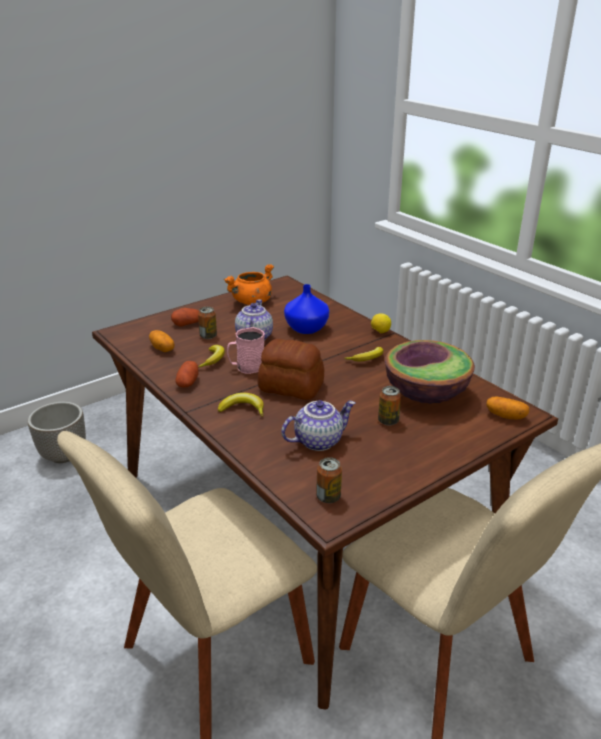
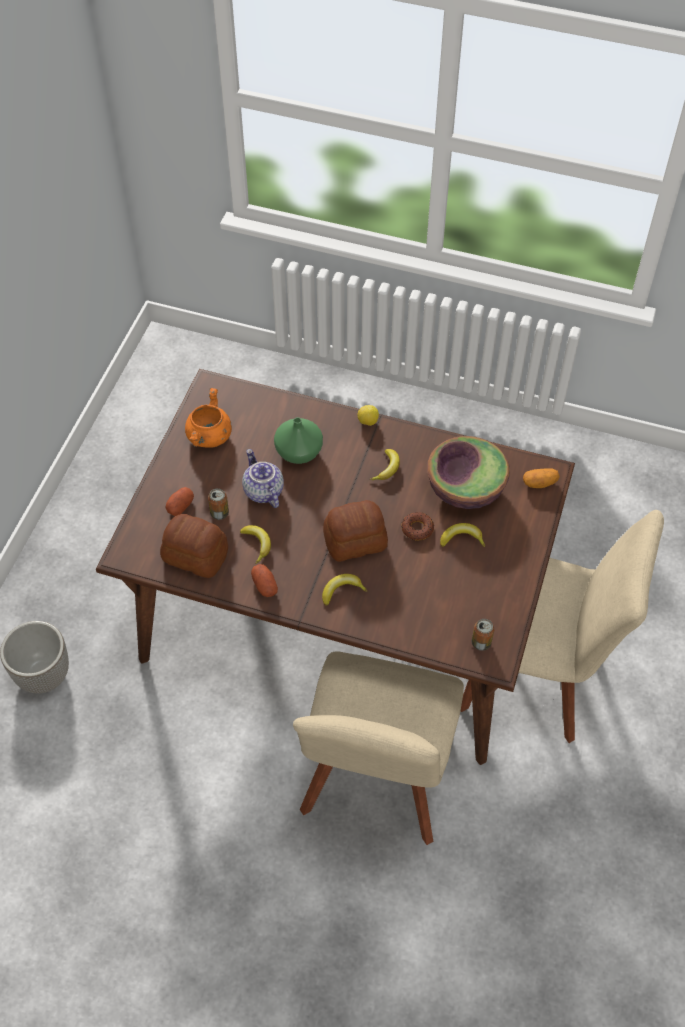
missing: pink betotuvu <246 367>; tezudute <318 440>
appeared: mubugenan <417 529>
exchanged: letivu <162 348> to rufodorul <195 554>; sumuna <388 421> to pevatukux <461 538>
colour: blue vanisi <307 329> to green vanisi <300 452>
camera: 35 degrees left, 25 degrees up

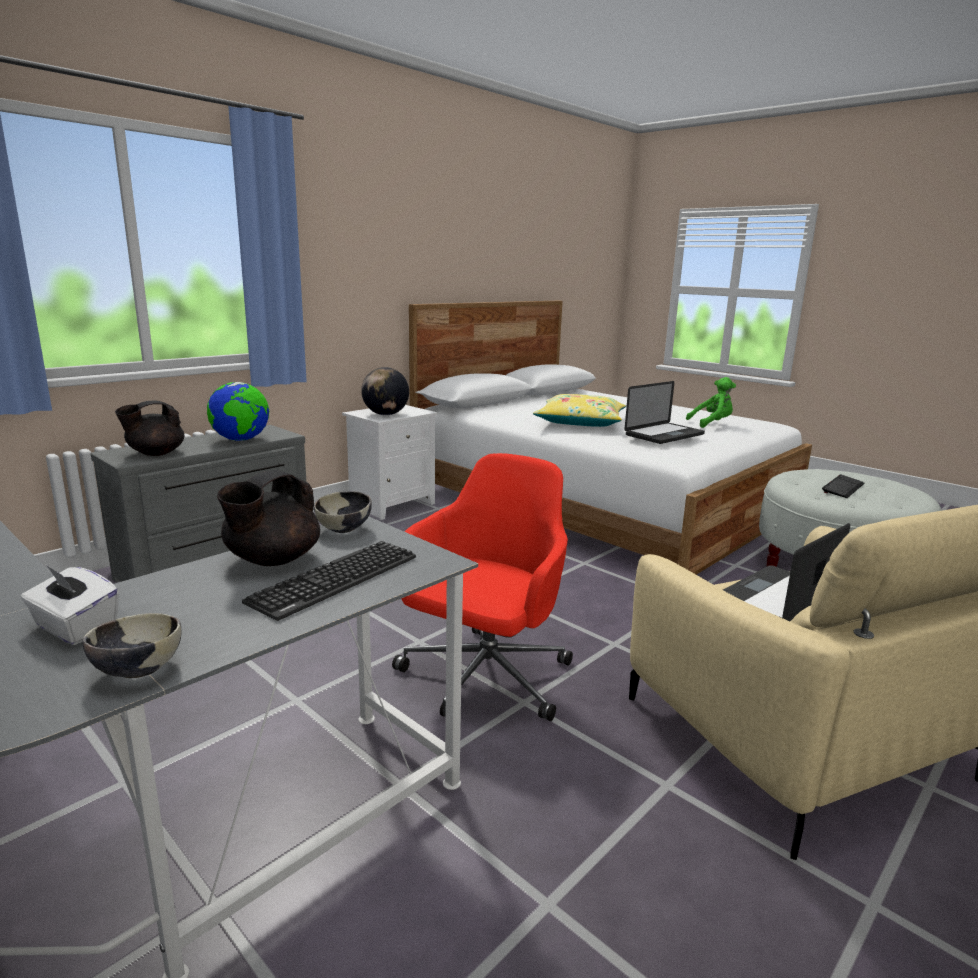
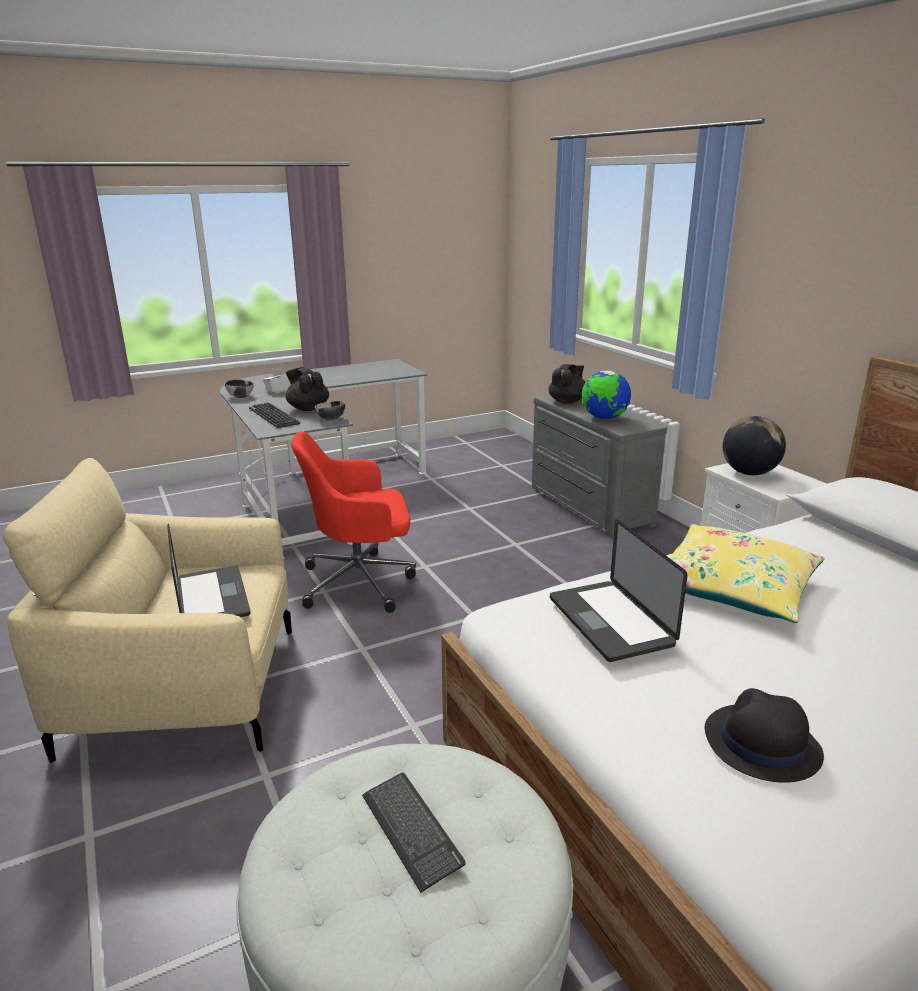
exchanged: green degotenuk <712 424> to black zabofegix <761 744>
spun: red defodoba <484 678> = <361 582> 120 degrees clockwise; black tezudute <155 453> = <567 401> 60 degrees clockwise
camera: 110 degrees right, 5 degrees up

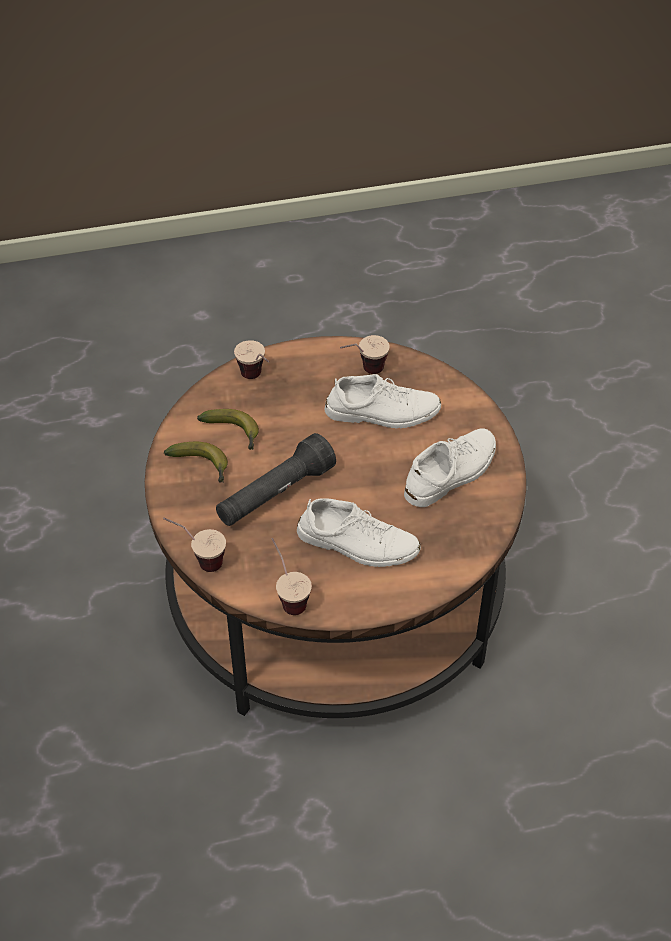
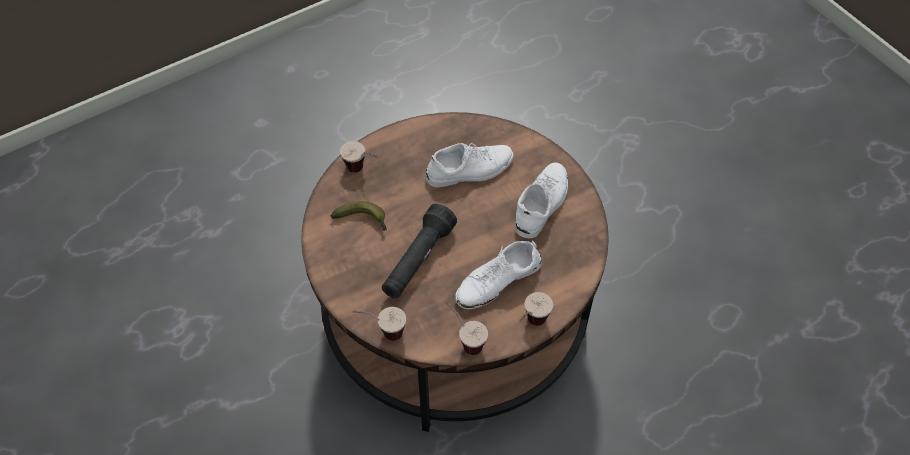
missing: pevatukux <202 466>
relocated: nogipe <363 372> to <530 326>
spun: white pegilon <357 543> = <498 281> 150 degrees clockwise
camera: 20 degrees left, 5 degrees up

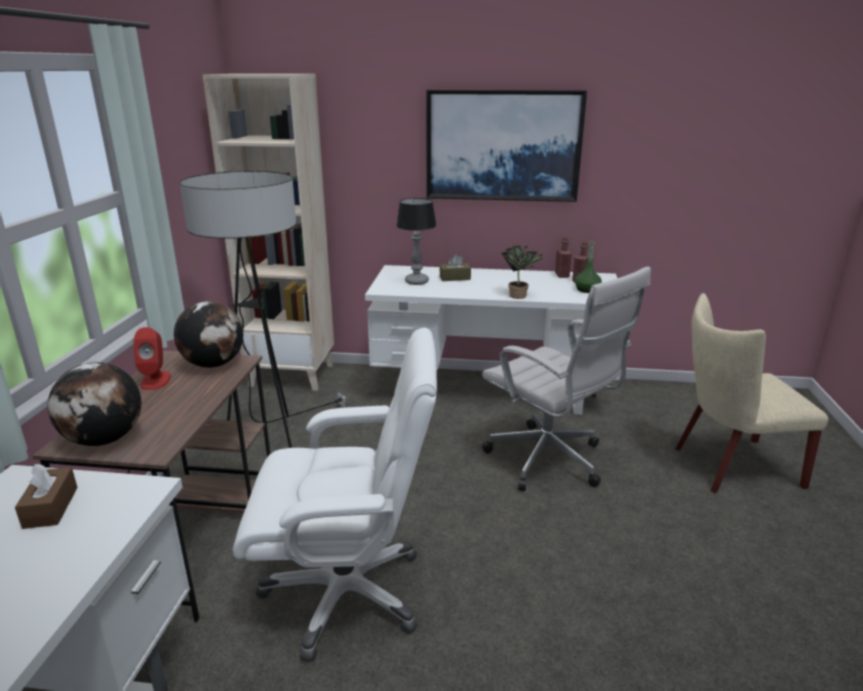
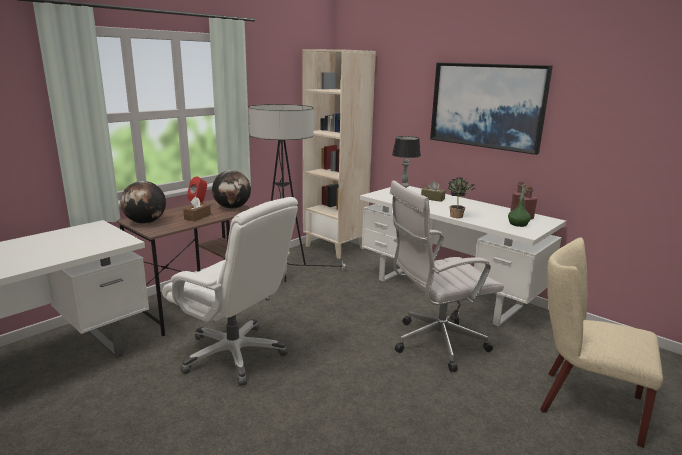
relocated: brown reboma <51 507> to <197 217>
spun: white defodoba <550 462> = <434 344> 75 degrees clockwise
camera: 35 degrees right, 5 degrees down

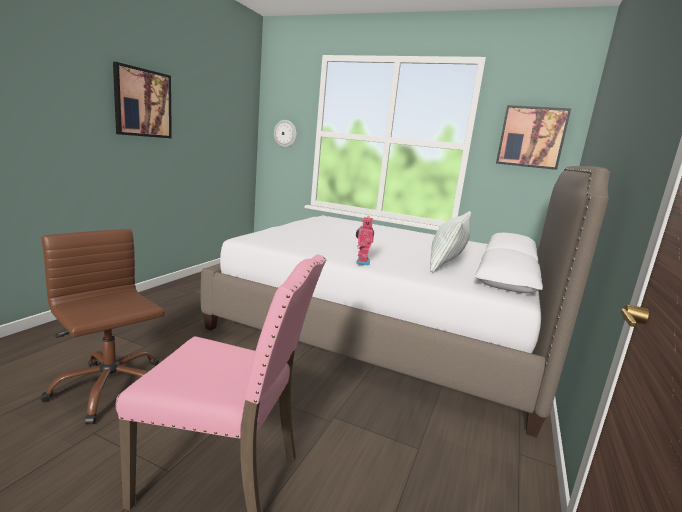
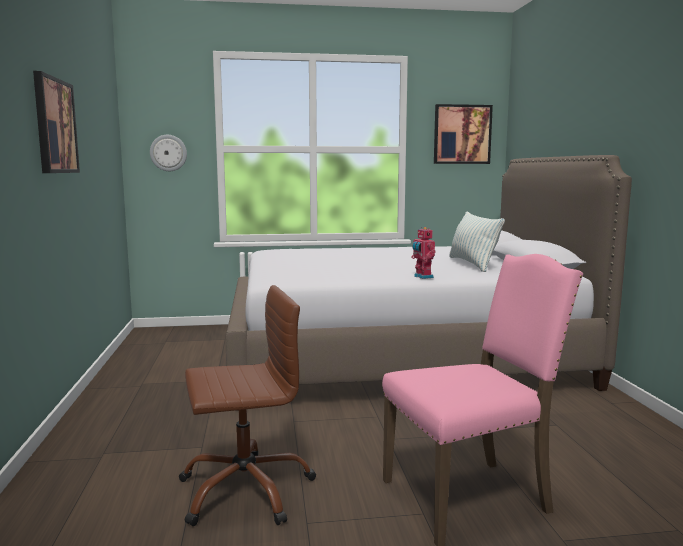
spun: brown defodoba <110 388> = <245 489> 150 degrees clockwise
camera: 30 degrees left, 5 degrees down

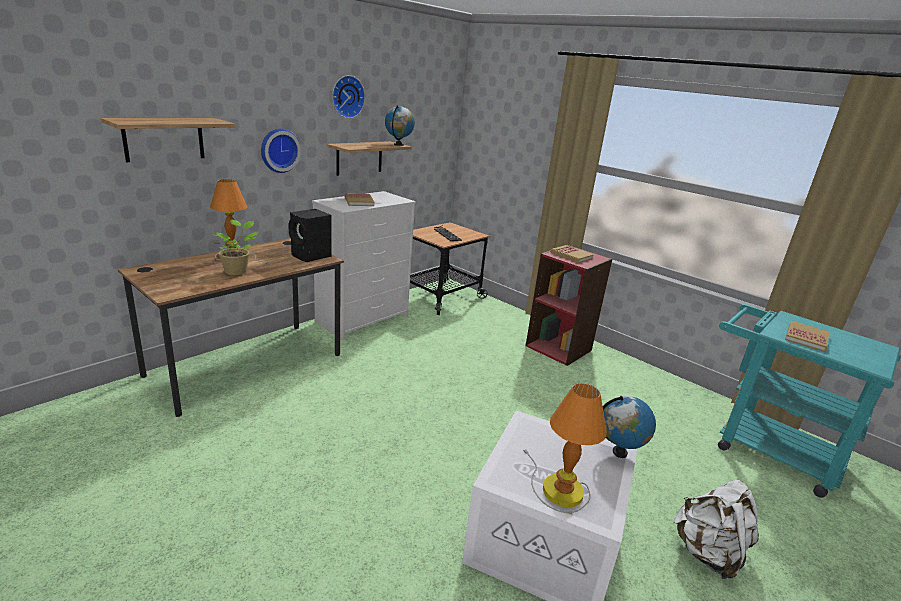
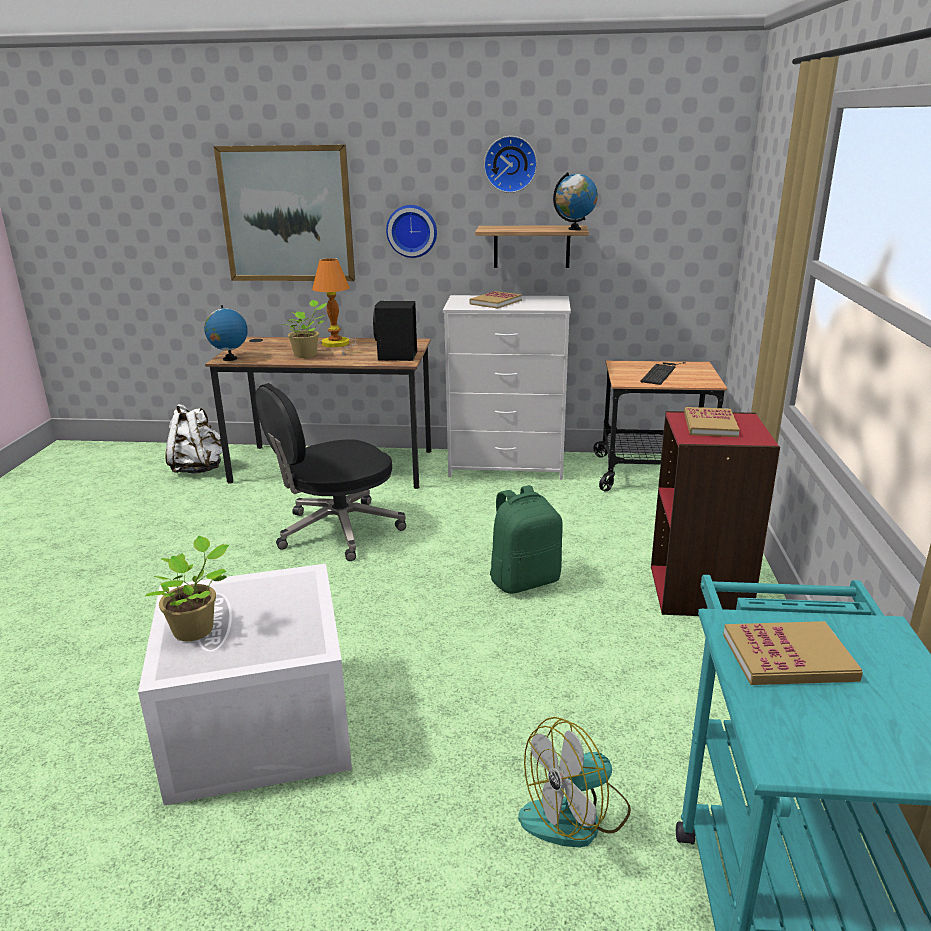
appeared: black defodoba <337 531>; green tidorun <524 580>; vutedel <576 815>
relocated: white tidorun <708 553> to <198 469>; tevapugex <619 452> to <230 359>
exchanged: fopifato <557 489> to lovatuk <197 629>; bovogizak <164 139> to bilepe <287 214>
camera: 55 degrees right, 0 degrees up

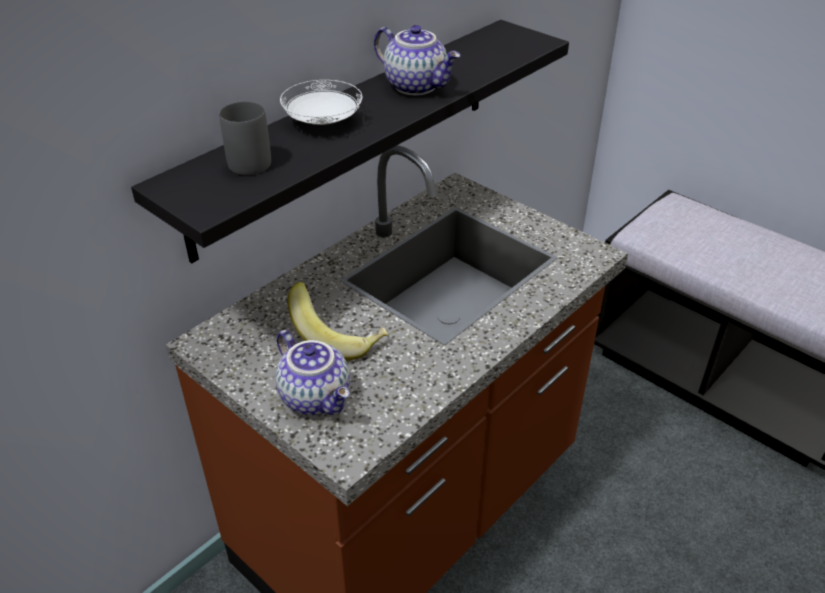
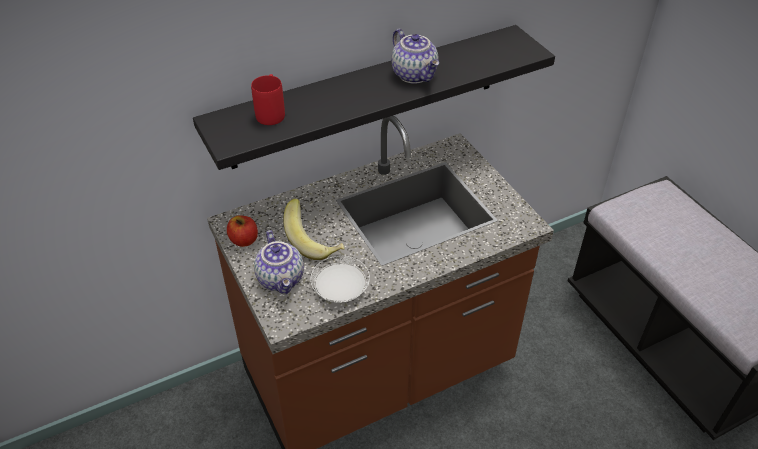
appeared: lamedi <244 240>
relocated: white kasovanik <323 122> to <341 290>
colour: grey betotuvu <248 159> to red betotuvu <271 112>
camera: 20 degrees right, 5 degrees up

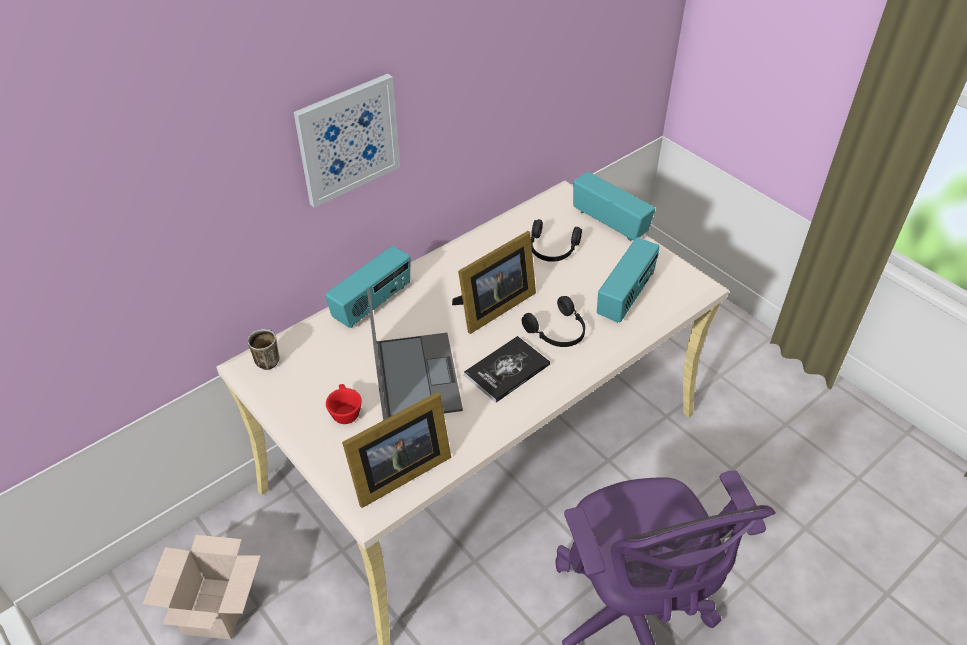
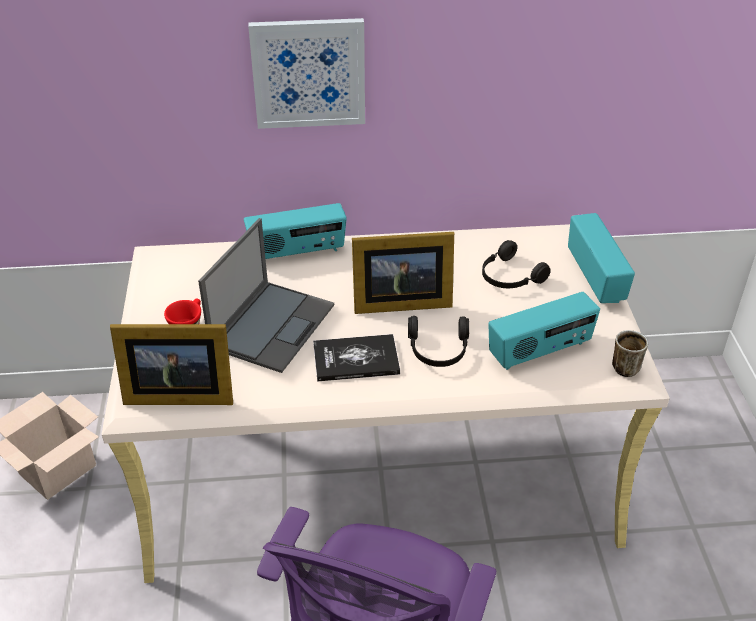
relocated: betotuvu <268 359> to <626 366>
camera: 35 degrees right, 5 degrees down

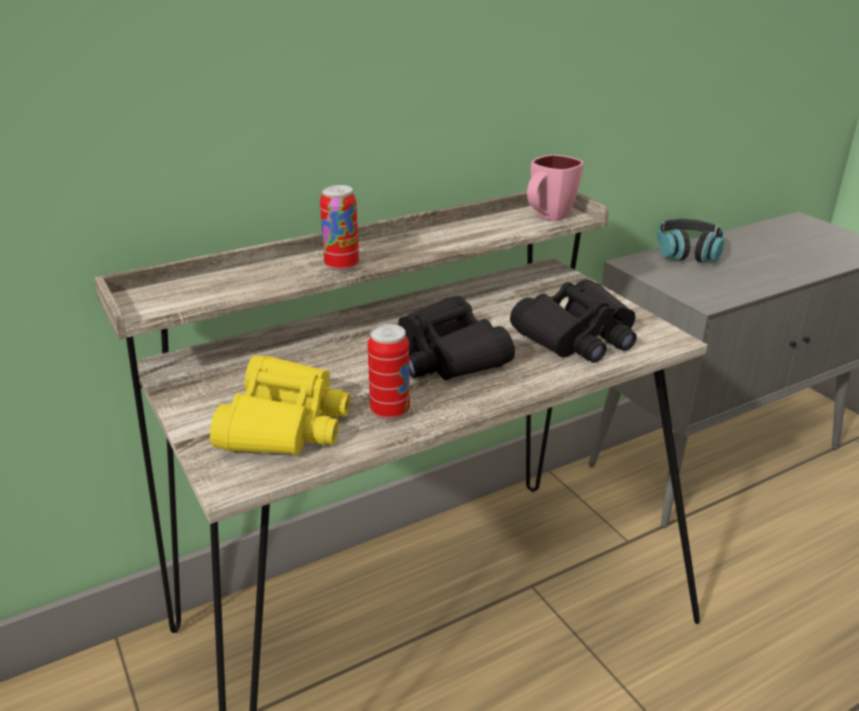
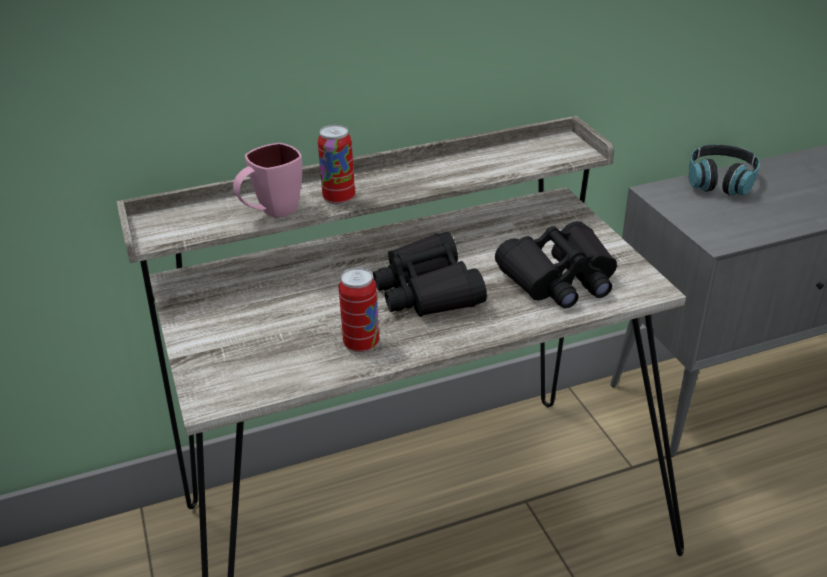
missing: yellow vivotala <285 424>
relocated: pink betotuvu <547 218> to <271 213>
camera: 10 degrees right, 5 degrees up

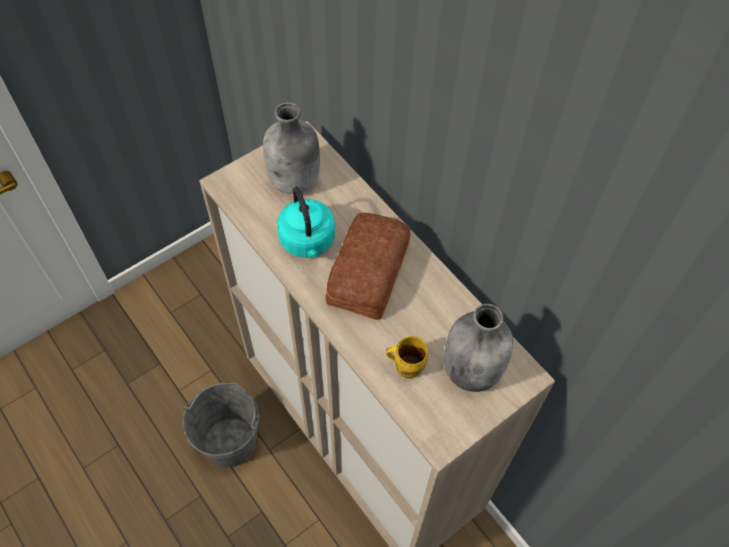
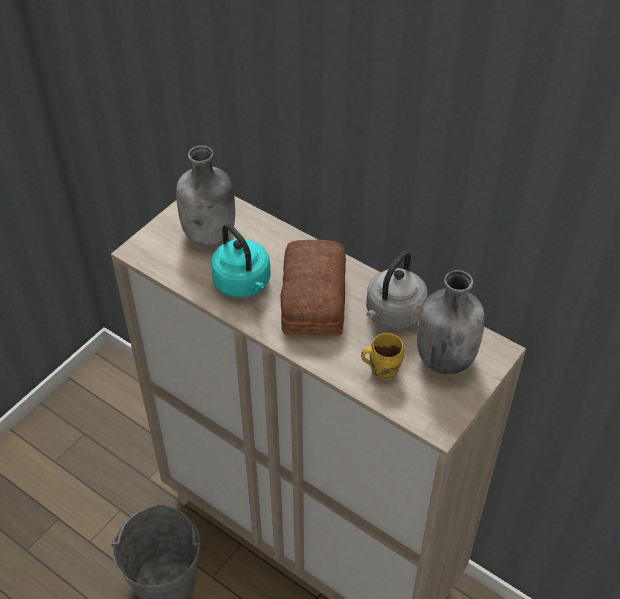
appeared: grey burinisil <393 314>
camera: 15 degrees left, 10 degrees down

